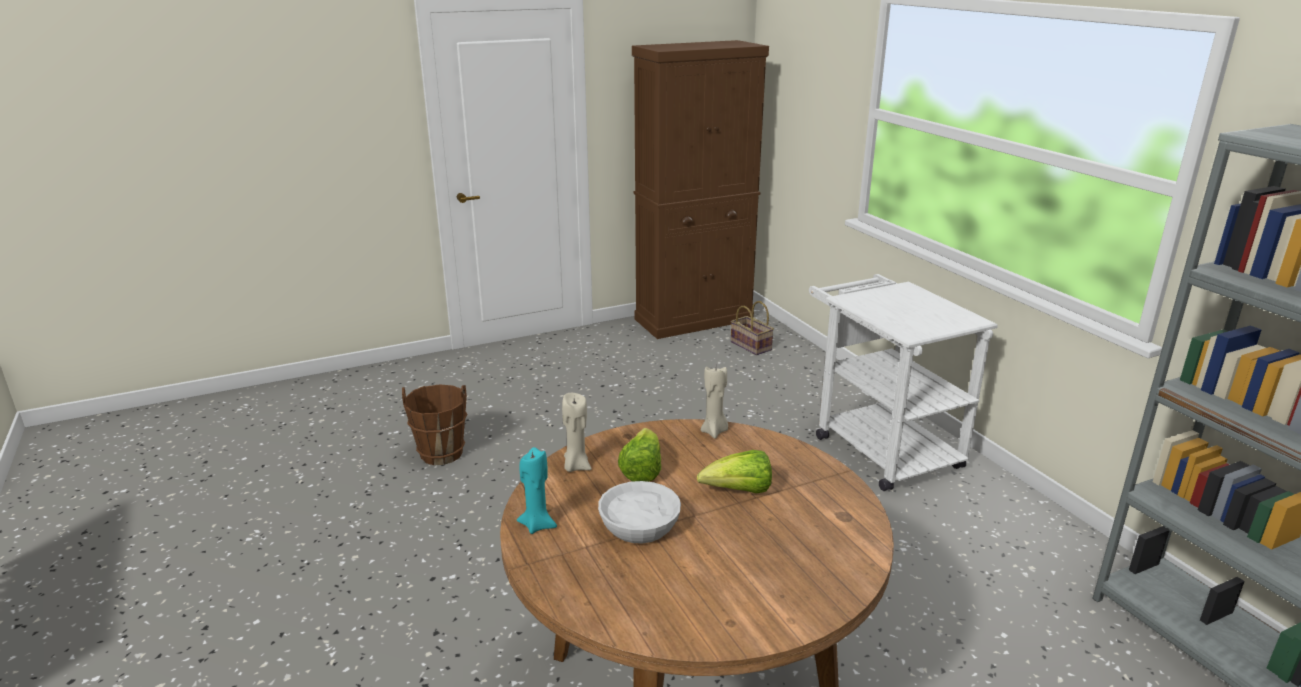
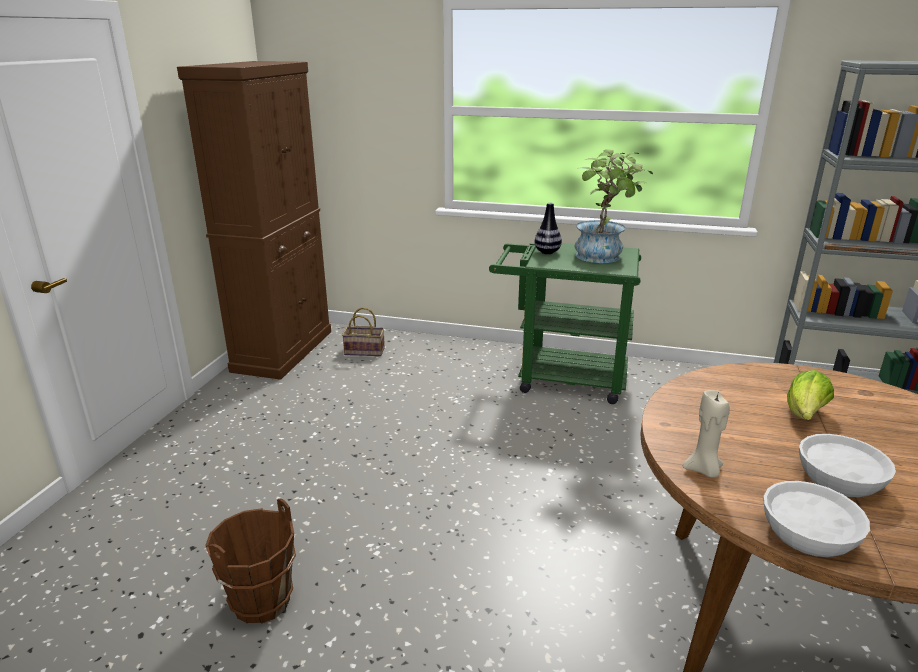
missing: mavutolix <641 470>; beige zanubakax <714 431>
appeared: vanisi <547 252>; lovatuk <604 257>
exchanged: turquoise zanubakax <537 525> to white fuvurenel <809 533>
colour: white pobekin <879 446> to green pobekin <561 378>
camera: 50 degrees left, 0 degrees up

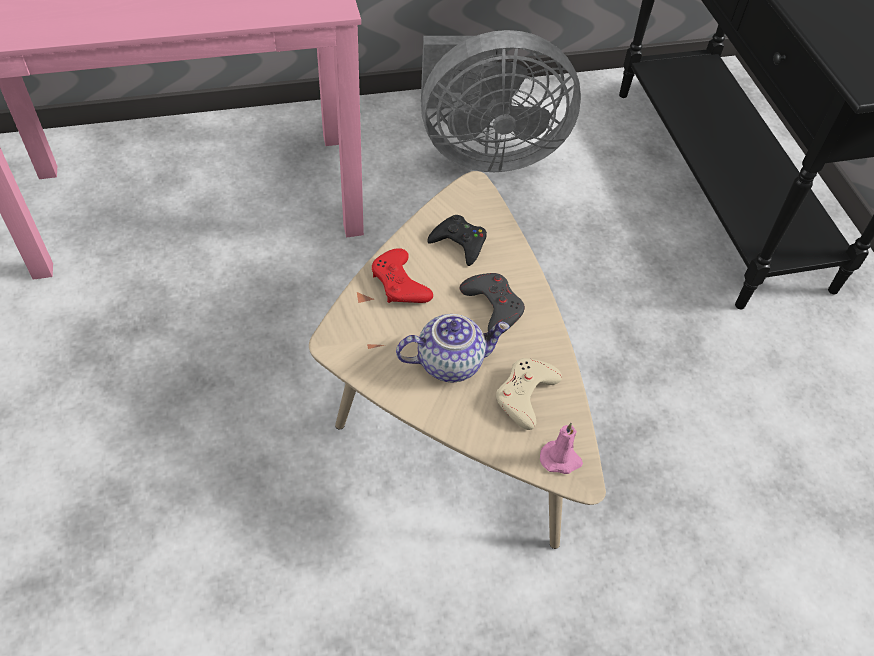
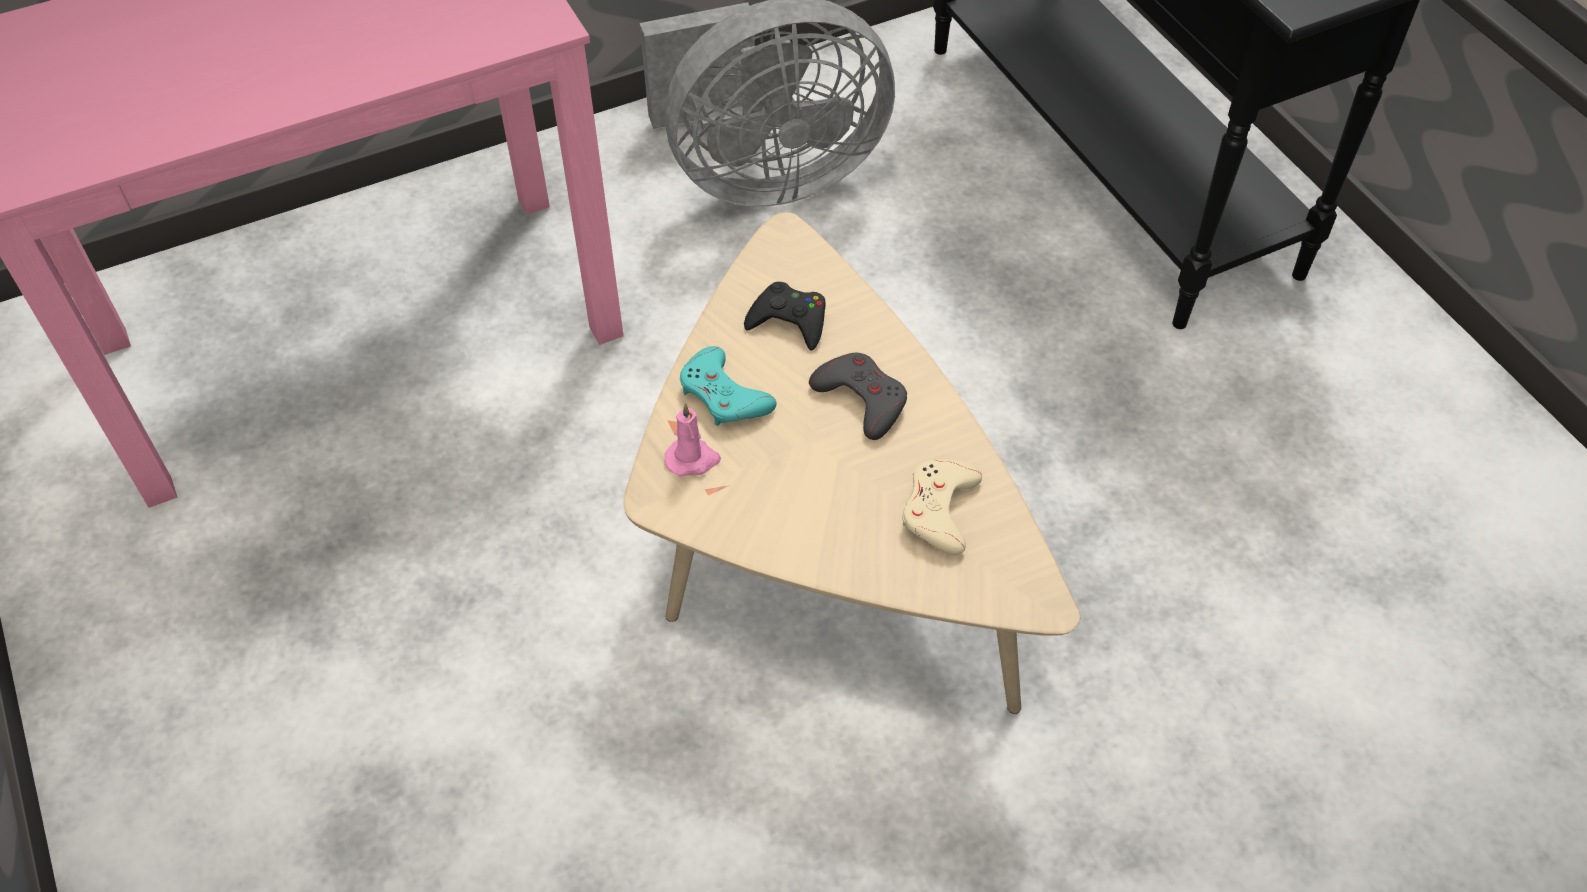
missing: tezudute <450 361>
relocated: pink zanubakax <561 459> to <693 459>
colour: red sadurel <399 283> to turquoise sadurel <724 395>
camera: 10 degrees left, 0 degrees up

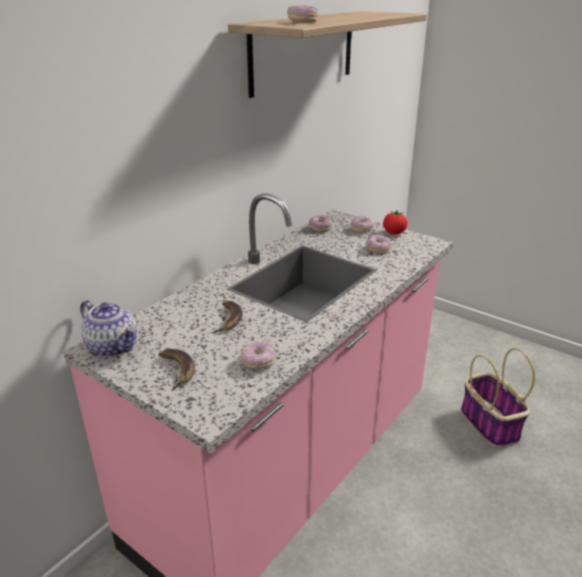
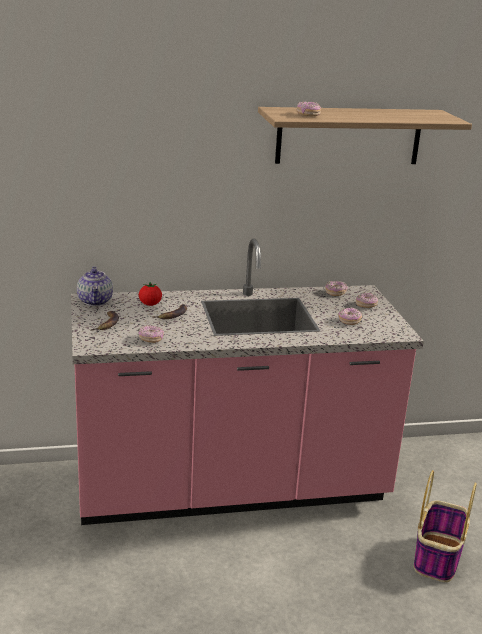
relocated: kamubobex <394 233> to <150 304>
camera: 40 degrees right, 5 degrees down

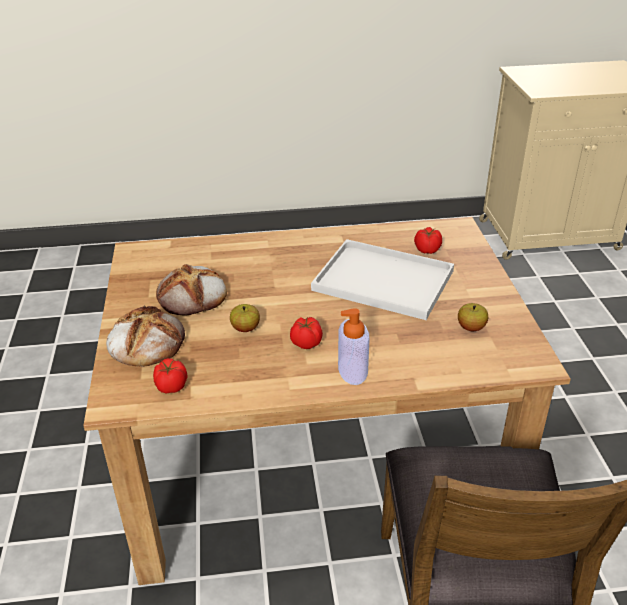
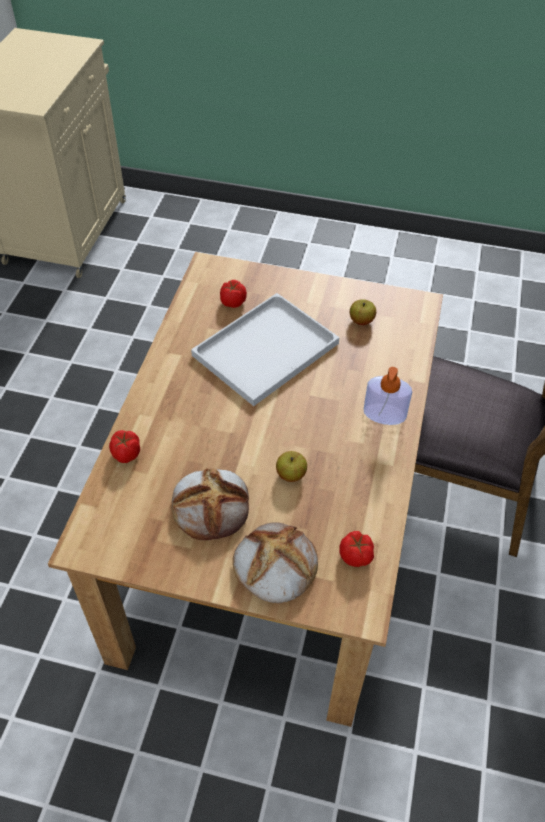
relocated: kamubobex <305 343> to <126 454>
camera: 70 degrees left, 15 degrees up

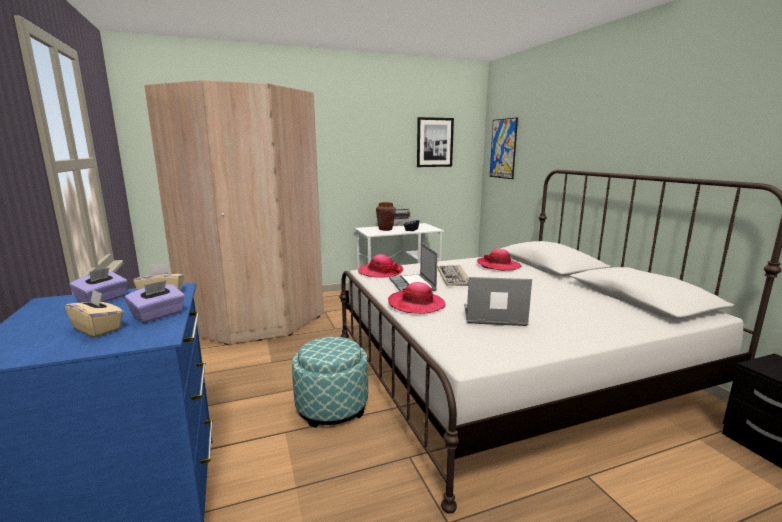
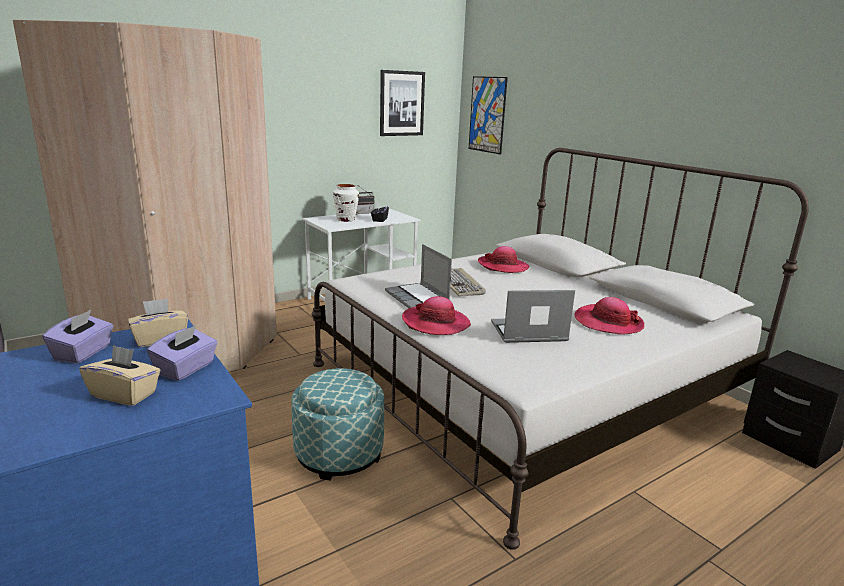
relocated: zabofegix <380 272> to <608 322>
colour: brown vanisi <385 229> to white vanisi <346 220>
camera: 15 degrees left, 5 degrees up

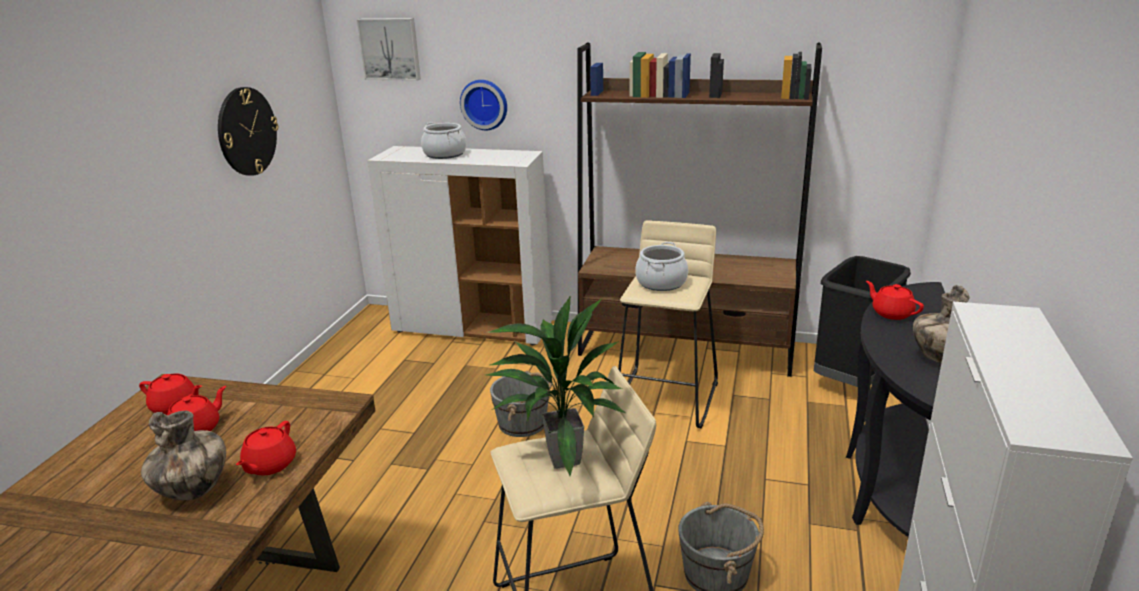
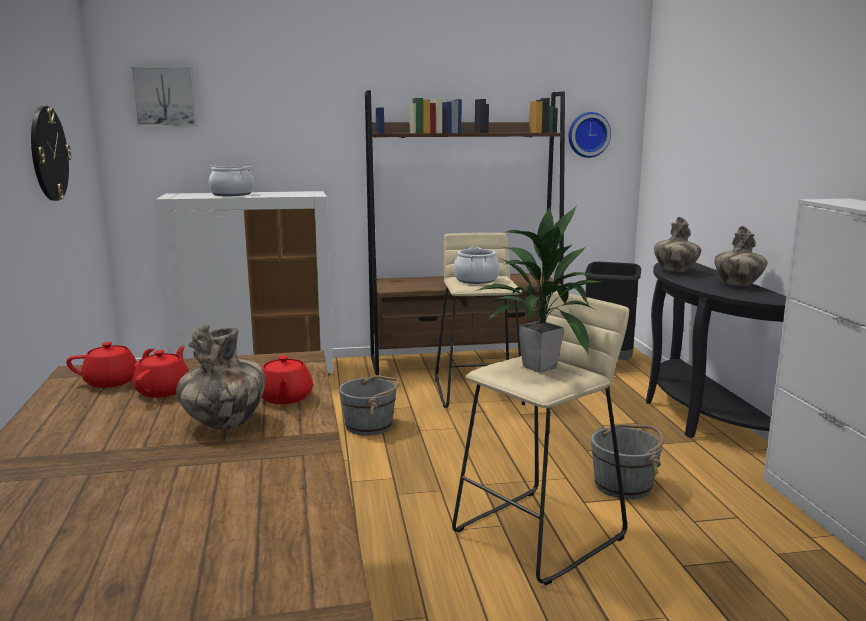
relocated: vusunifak <485 104> to <588 134>
exchanged: red tezudute <891 313> to vanisi <674 271>
camera: 25 degrees left, 10 degrees down

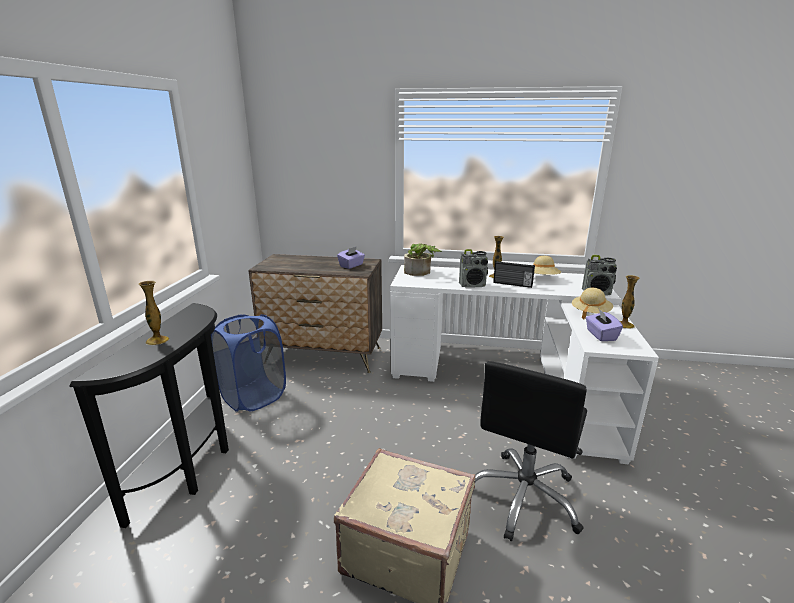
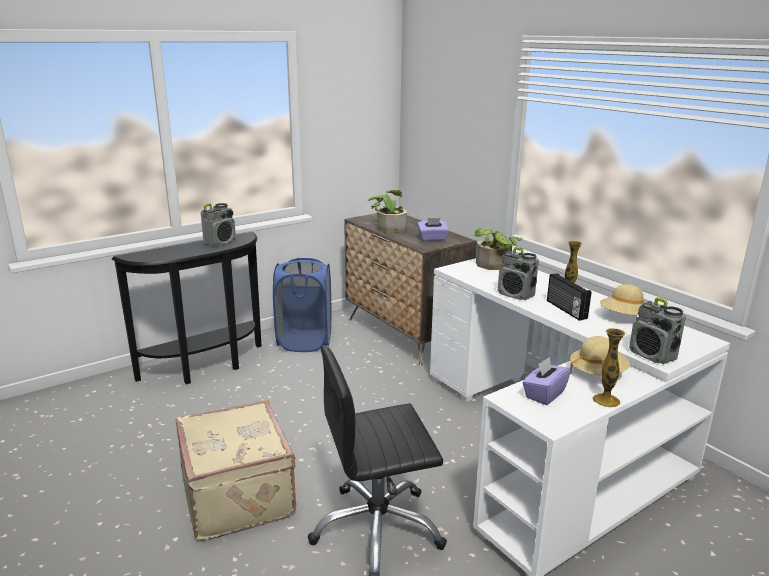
missing: vanisi <157 340>
appeared: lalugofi <220 243>; lovatuk <388 228>
camera: 45 degrees right, 0 degrees up

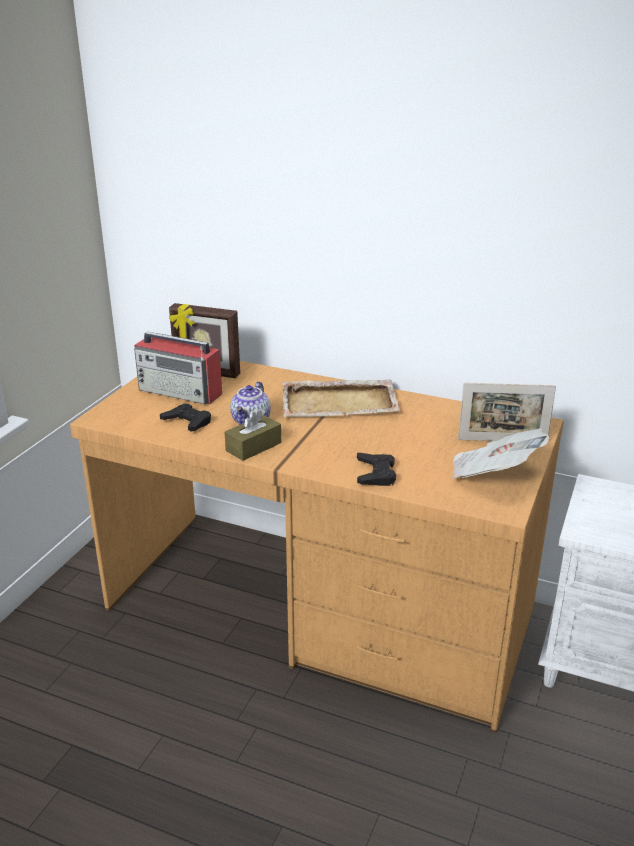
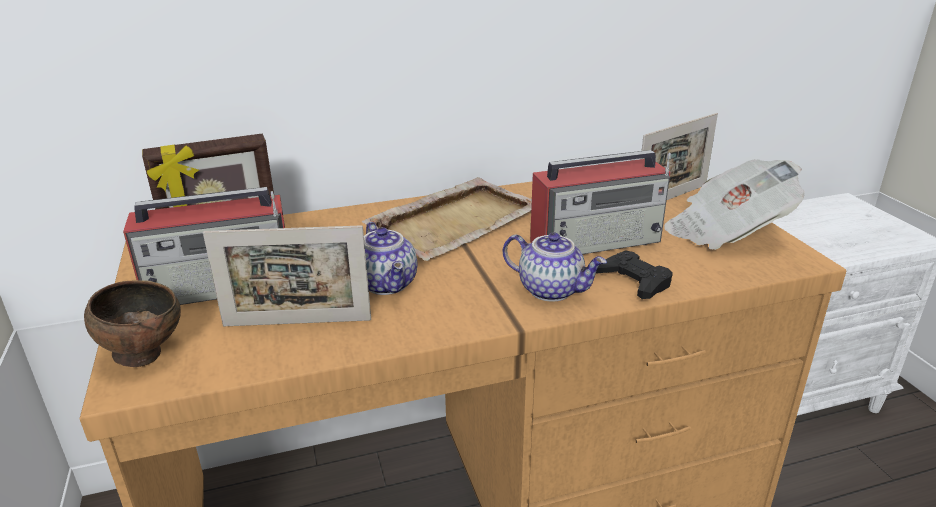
missing: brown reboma <253 447>
appeared: brown fuvurenel <145 356>; tezudute <552 289>; lalugofi <598 241>
exchanged: black sadurel <187 422> to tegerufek <297 323>
camera: 40 degrees left, 0 degrees up

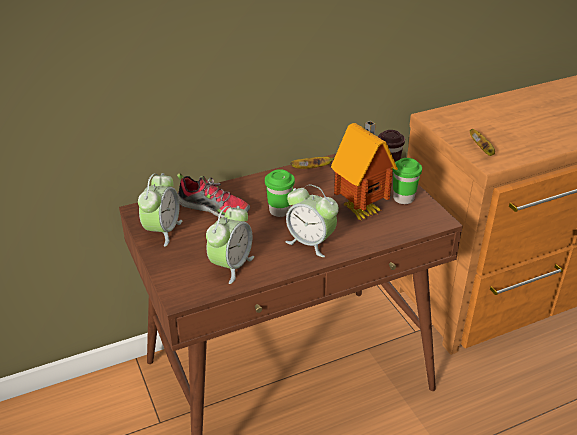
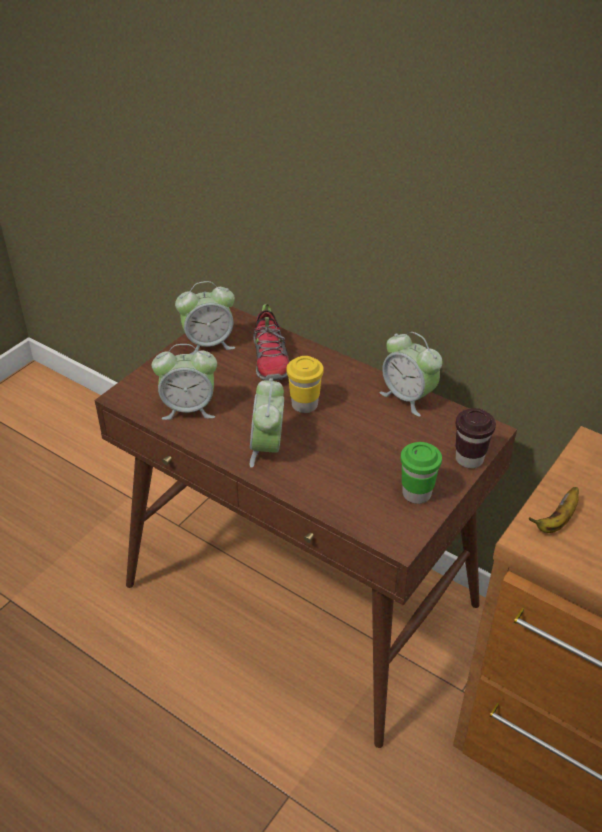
missing: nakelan <362 210>
exchanged: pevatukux <312 168> to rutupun <408 397>
colour: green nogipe <280 211> to yellow nogipe <304 405>
camera: 60 degrees right, 5 degrees up

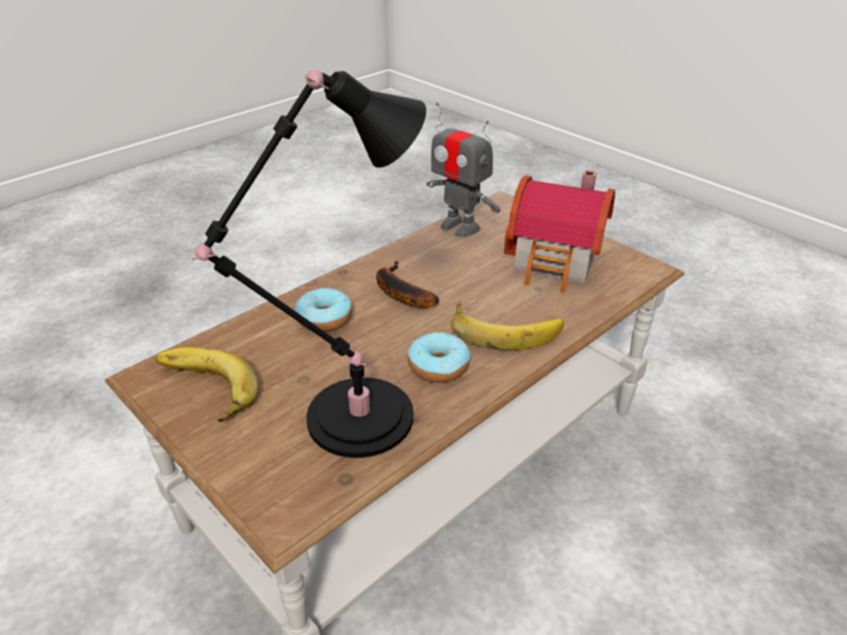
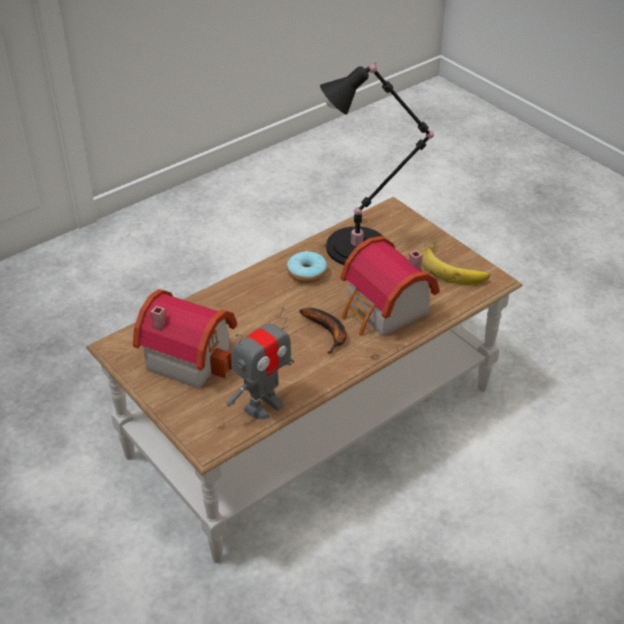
missing: pevatukux <505 328>
exchanged: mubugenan <324 319> to nakelan <385 312>
spun: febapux <459 227> = <263 405> 90 degrees clockwise
camera: 175 degrees left, 5 degrees up

